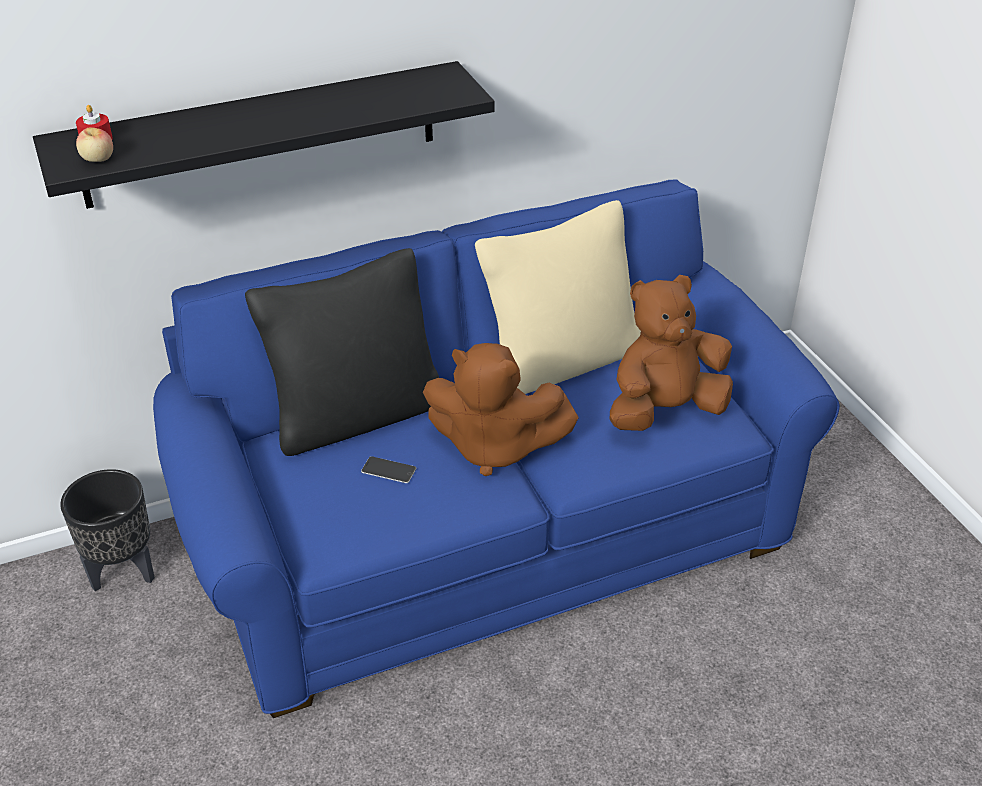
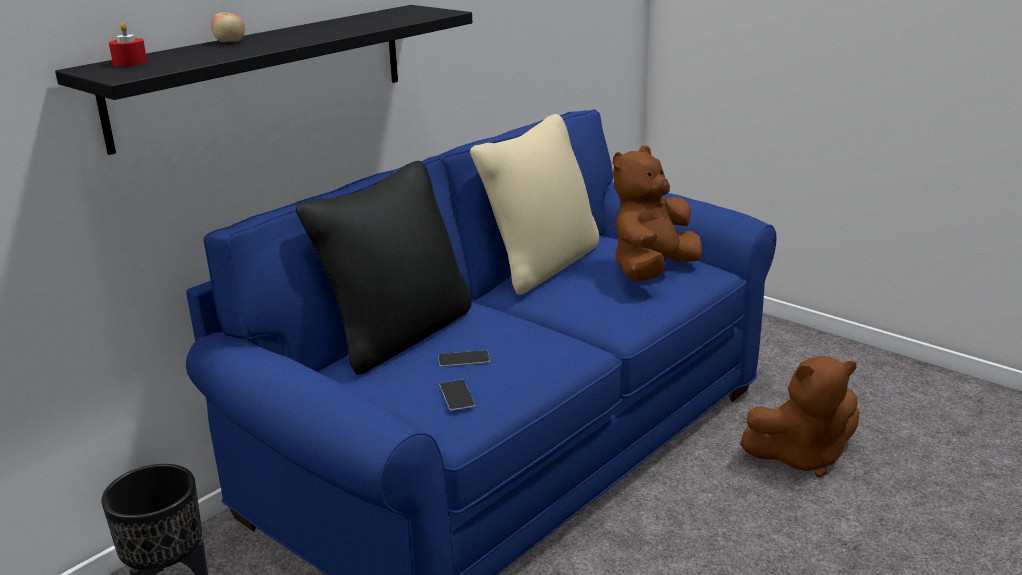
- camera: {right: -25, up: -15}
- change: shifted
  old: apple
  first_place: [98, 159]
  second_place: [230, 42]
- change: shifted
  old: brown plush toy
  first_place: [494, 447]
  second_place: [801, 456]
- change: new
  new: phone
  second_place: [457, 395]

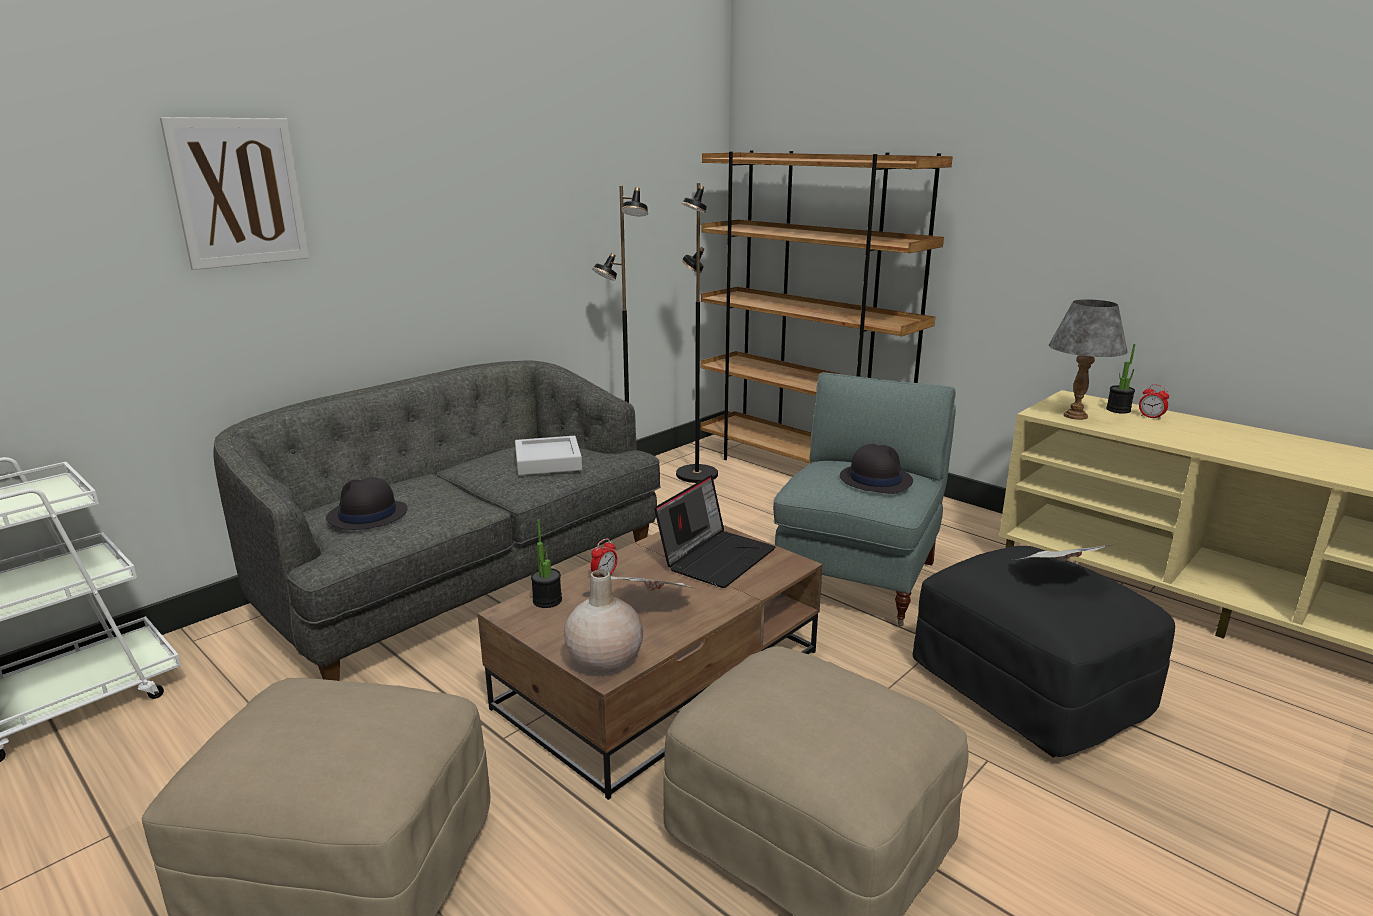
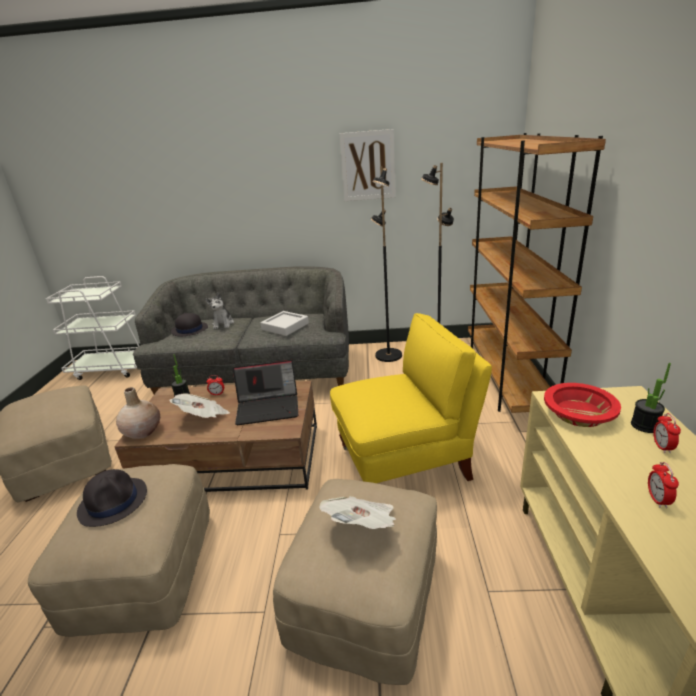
- camera: {right: 50, up: 5}
- change: shifted
  old: picture
  first_place: [238, 192]
  second_place: [368, 166]
- change: repainted
  old: grey armchair
  new: yellow armchair
  first_place: [858, 579]
  second_place: [405, 463]
- change: shifted
  old: black hat
  first_place: [875, 479]
  second_place: [114, 501]
- change: repainted
  old: black ottoman
  new: beige ottoman
  first_place: [1030, 689]
  second_place: [366, 598]
- change: swapped
  old: grey table lamp
  new: red bowl
  first_place: [1075, 416]
  second_place: [579, 413]
- change: new
  new: plush toy
  second_place: [223, 324]
- change: new
  new: alarm clock
  second_place: [657, 500]

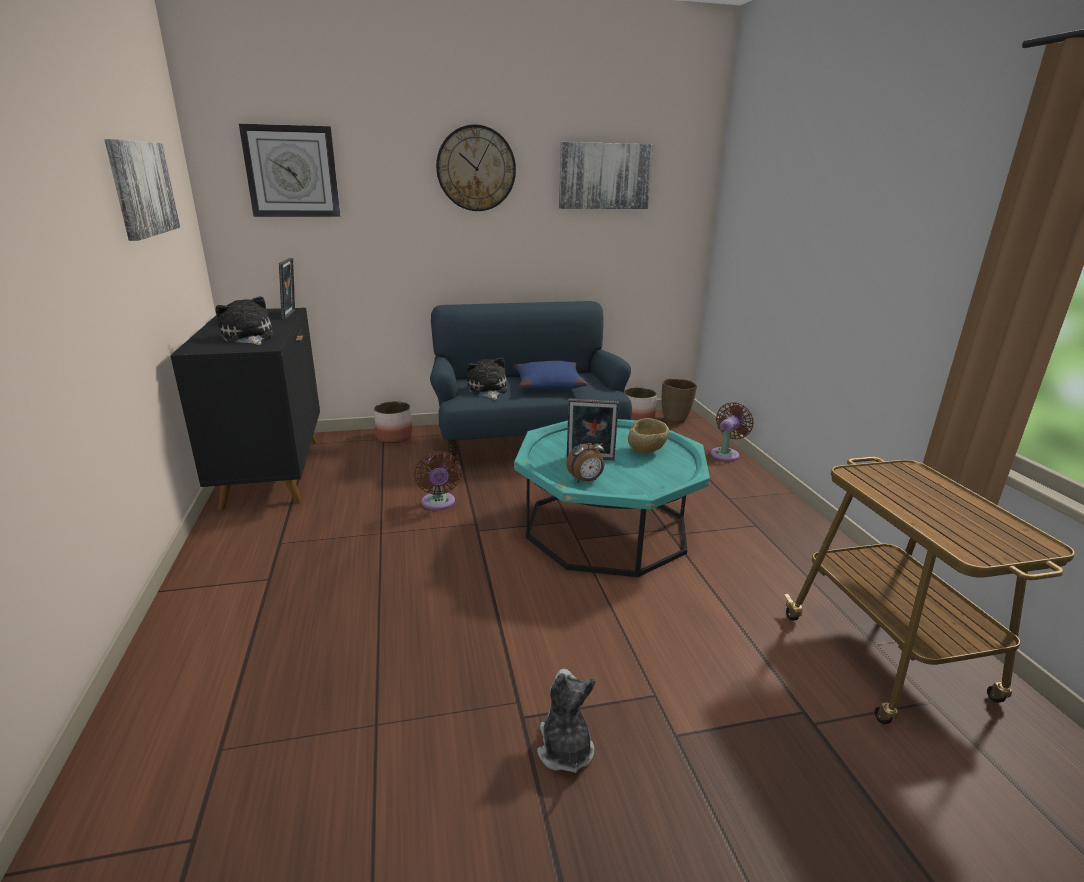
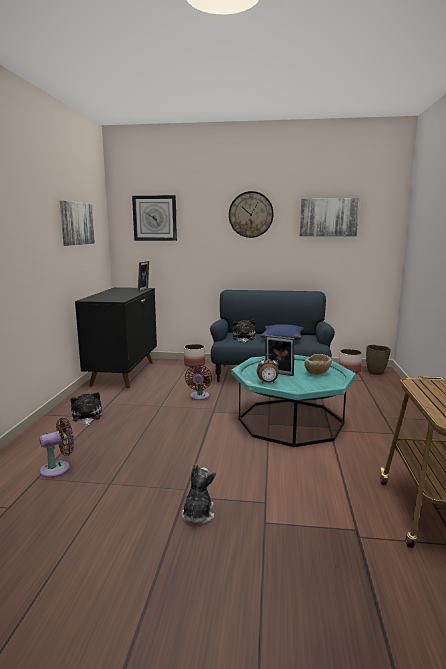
- camera: {right: 20, up: -10}
- change: shifted
  old: plush toy
  first_place: [248, 337]
  second_place: [86, 416]
- change: shifted
  old: brown fan
  first_place: [726, 453]
  second_place: [58, 468]

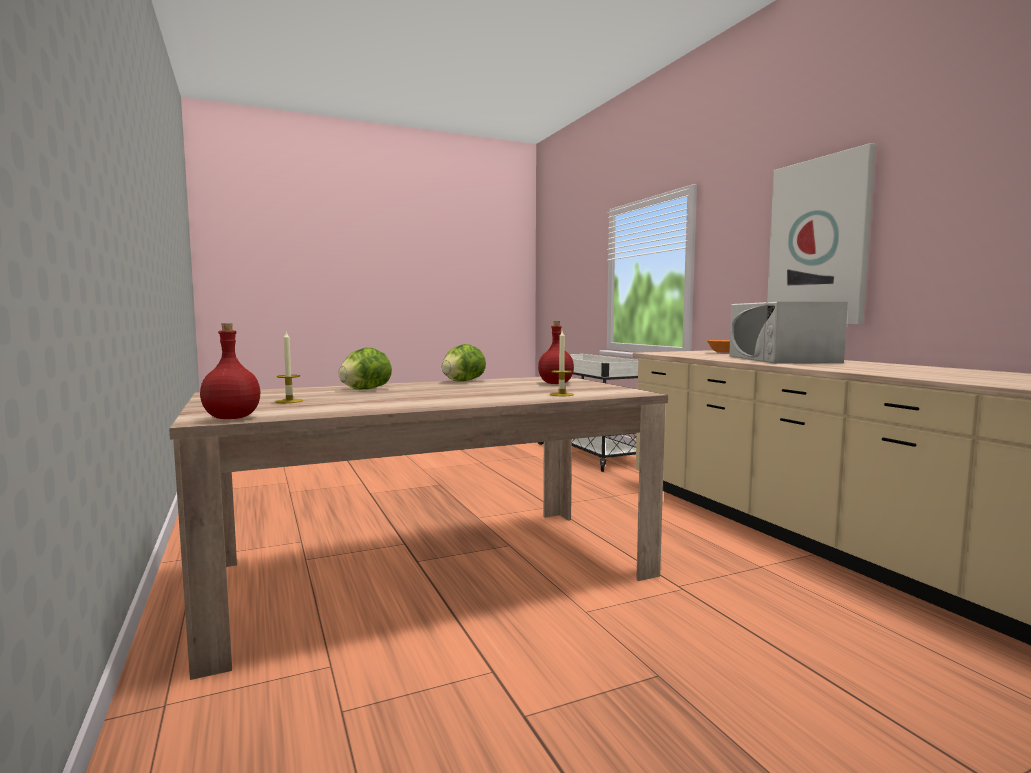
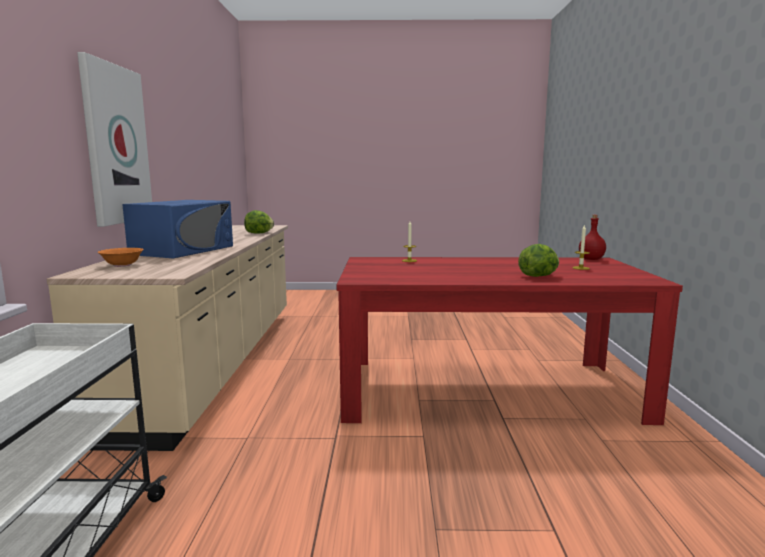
- camera: {right: -155, up: 5}
- change: repainted
  old: beige dining table
  new: red dining table
  first_place: [430, 572]
  second_place: [486, 390]
- change: shifted
  old: lettuce
  first_place: [462, 381]
  second_place: [259, 233]
- change: gone
  old: red bottle
  first_place: [556, 383]
- change: repainted
  old: white microwave
  new: blue microwave
  first_place: [782, 359]
  second_place: [183, 250]

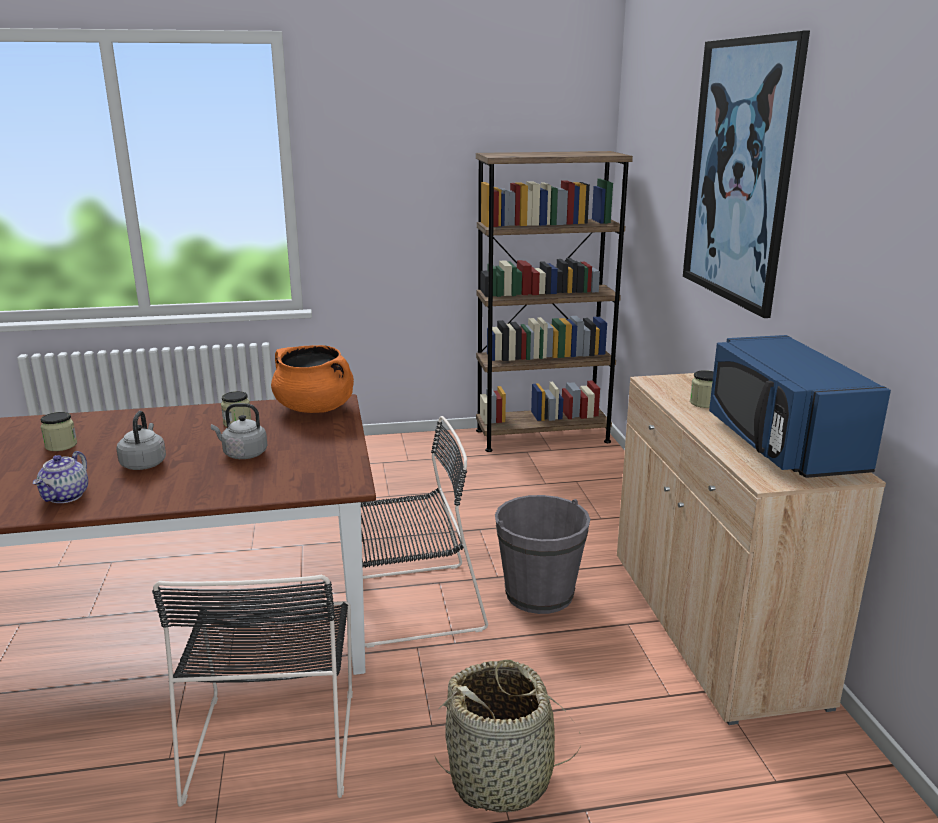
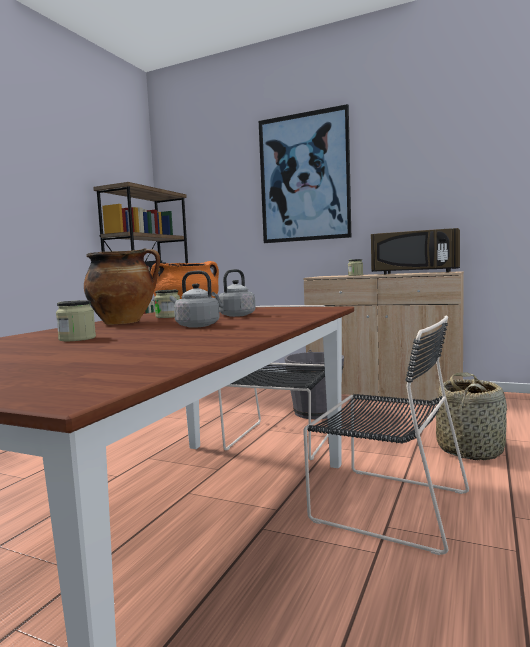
- camera: {right: -55, up: -15}
- change: gone
  old: teapot
  first_place: [66, 496]
- change: repainted
  old: blue microwave
  new: brown microwave
  first_place: [780, 444]
  second_place: [415, 273]
- change: new
  new: cooking pot
  second_place: [124, 322]

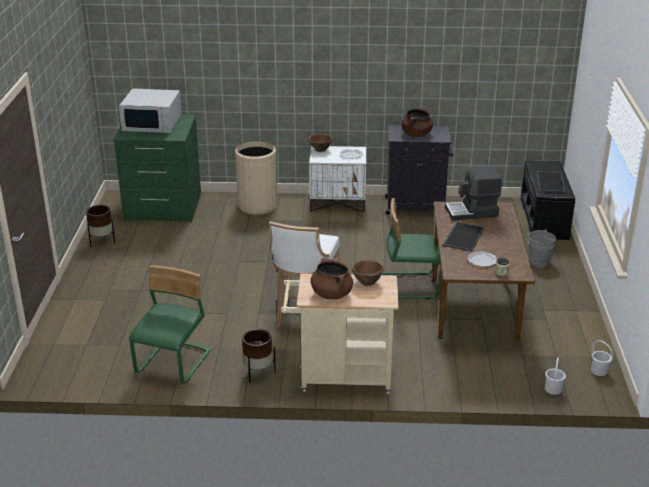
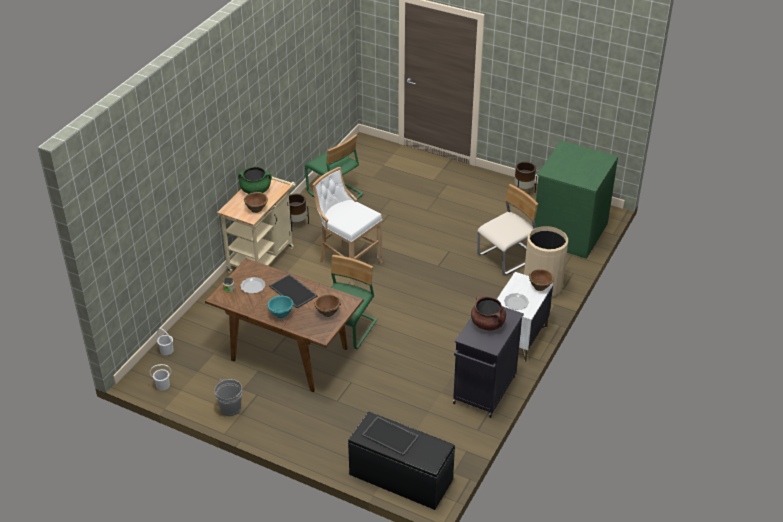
- camera: {right: 115, up: 10}
- change: gone
  old: white microwave
  first_place: [153, 124]
- change: repainted
  old: brown cooking pot
  new: green cooking pot
  first_place: [331, 294]
  second_place: [256, 190]
- change: swapped
  old: coffee machine
  new: brown bowl
  first_place: [472, 212]
  second_place: [327, 312]
- change: shifted
  old: grey bucket
  first_place: [539, 261]
  second_place: [230, 408]
- change: new
  new: turquoise bowl
  second_place: [281, 314]
- change: new
  new: beige chair
  second_place: [507, 258]

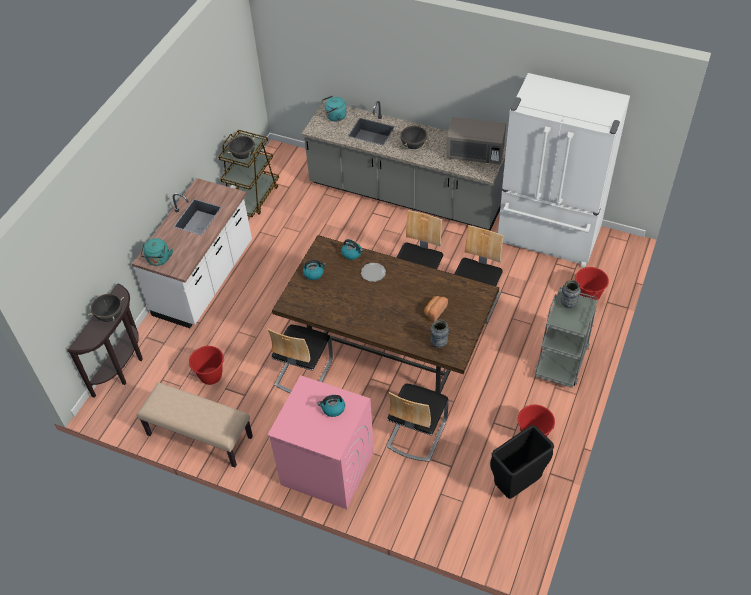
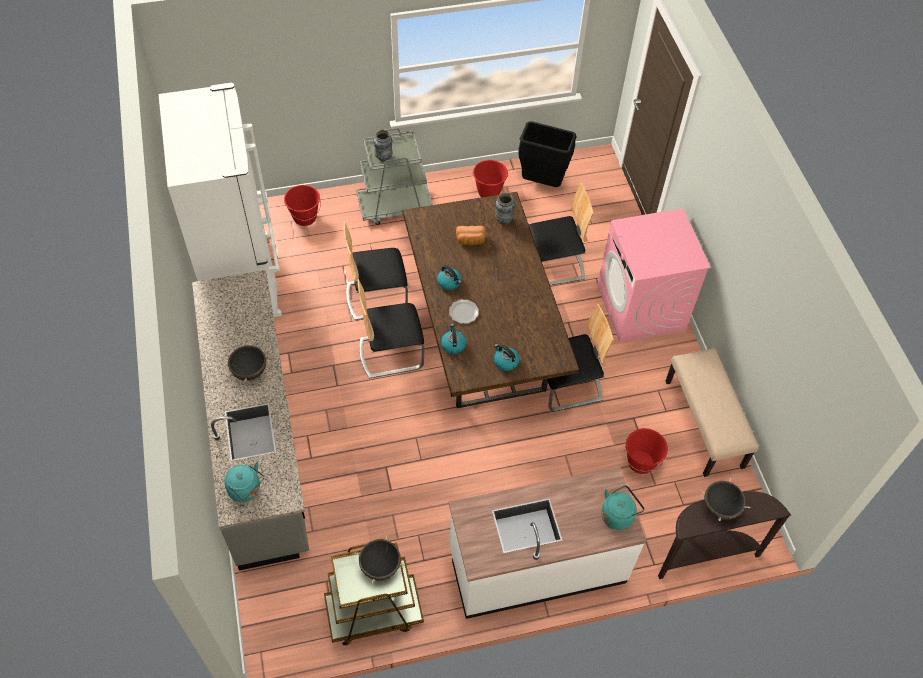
- camera: {right: -130, up: 5}
- change: shifted
  old: kettle
  first_place: [333, 408]
  second_place: [449, 282]
- change: gone
  old: grey microwave
  first_place: [475, 153]

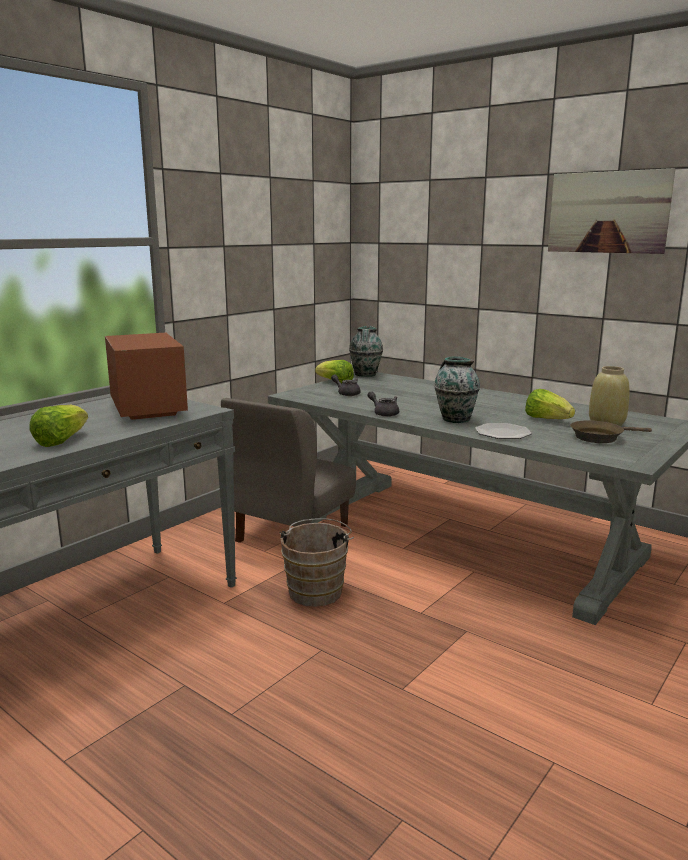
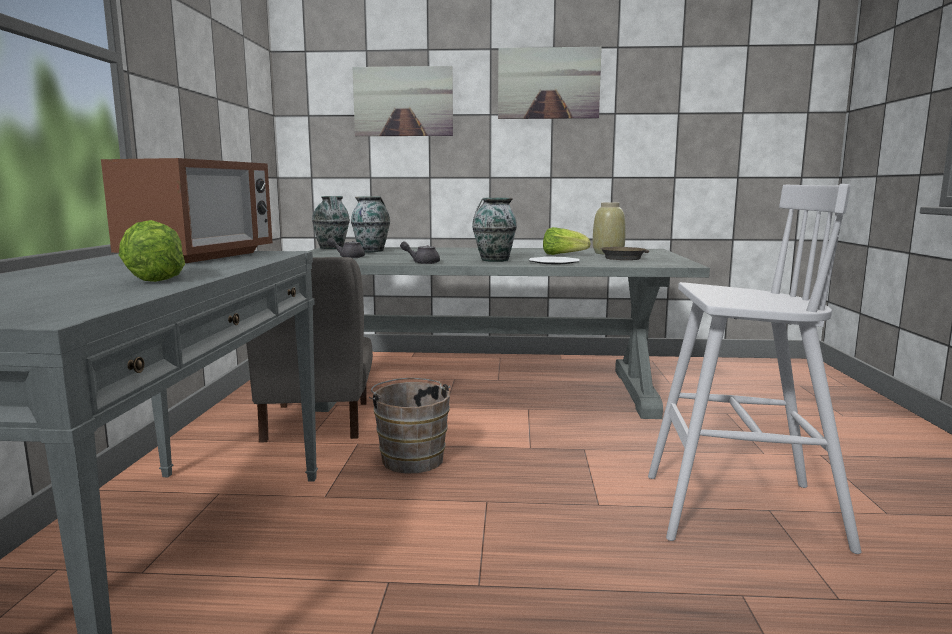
- camera: {right: -35, up: -5}
- change: rotated
  old: microwave
  first_place: [148, 408]
  second_place: [199, 256]
  degrees: 75
- change: gone
  old: lettuce
  first_place: [335, 383]
- change: new
  new: vase
  second_place: [372, 251]
- change: new
  new: picture
  second_place: [403, 101]
- change: new
  new: white stool
  second_place: [737, 511]

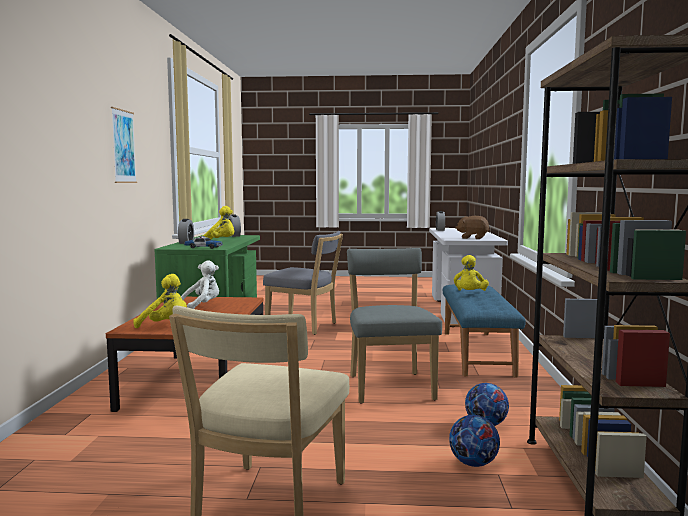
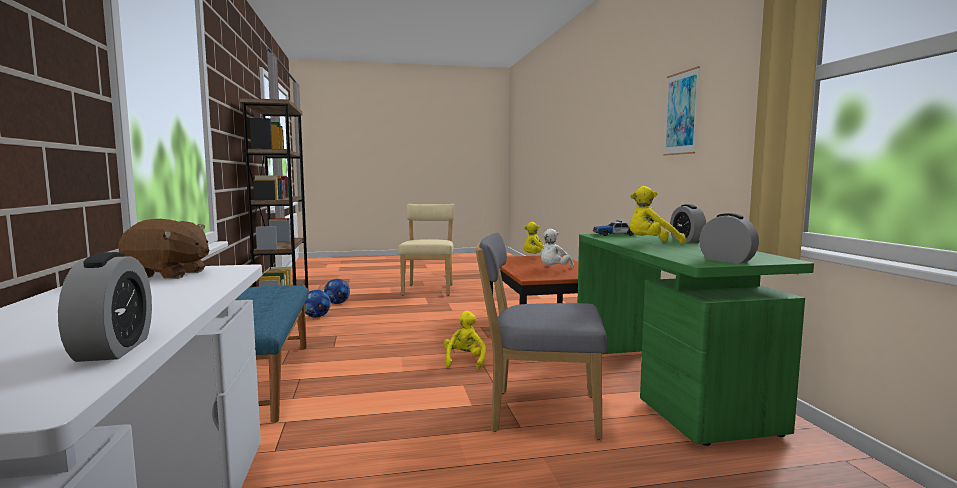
- camera: {right: 165, up: 0}
- change: gone
  old: grey chair
  first_place: [390, 386]
- change: shifted
  old: yellow plush toy
  first_place: [470, 294]
  second_place: [465, 361]

